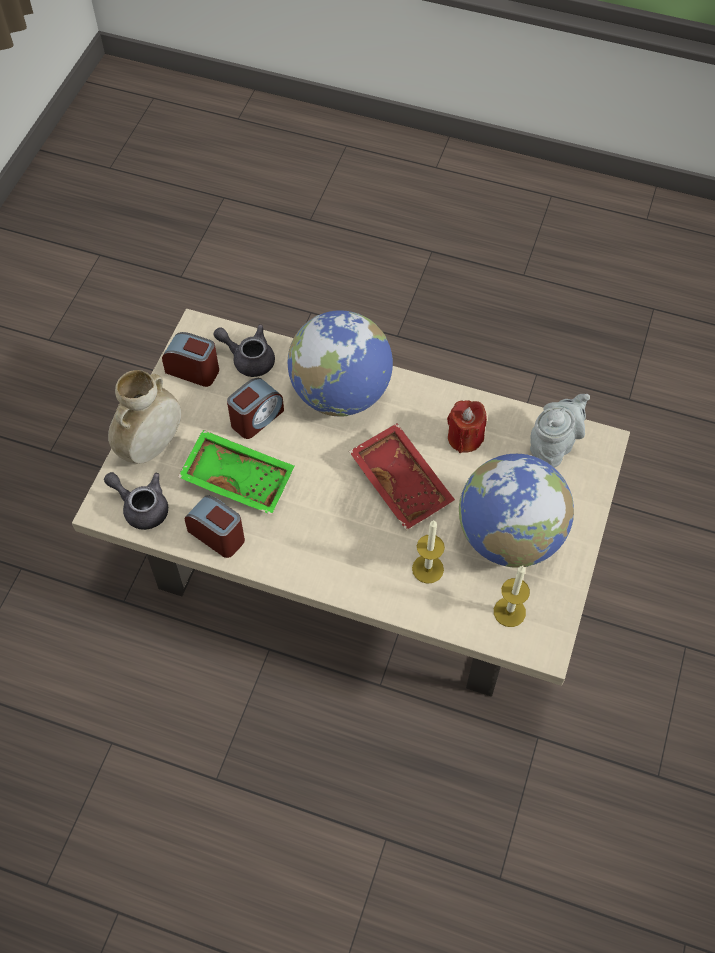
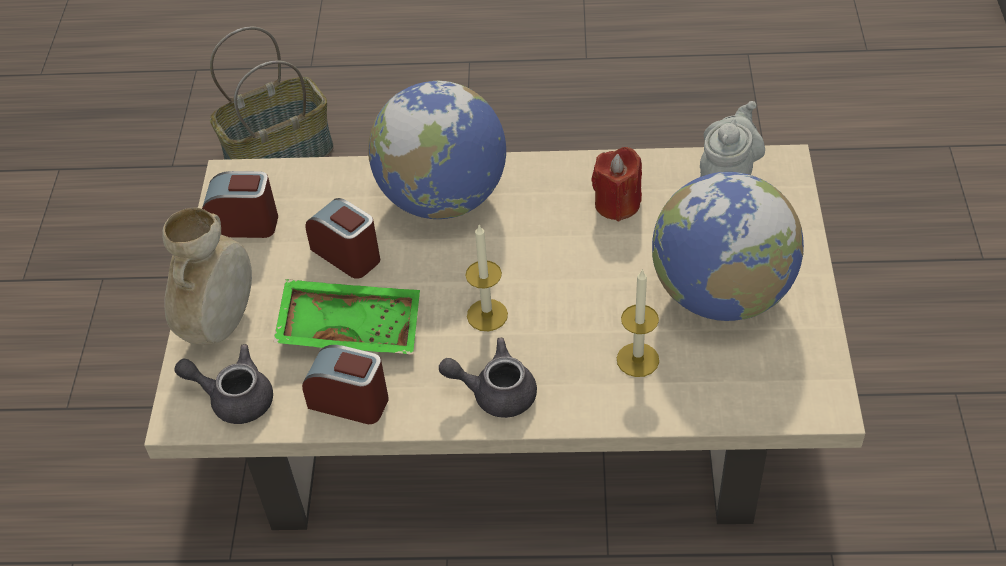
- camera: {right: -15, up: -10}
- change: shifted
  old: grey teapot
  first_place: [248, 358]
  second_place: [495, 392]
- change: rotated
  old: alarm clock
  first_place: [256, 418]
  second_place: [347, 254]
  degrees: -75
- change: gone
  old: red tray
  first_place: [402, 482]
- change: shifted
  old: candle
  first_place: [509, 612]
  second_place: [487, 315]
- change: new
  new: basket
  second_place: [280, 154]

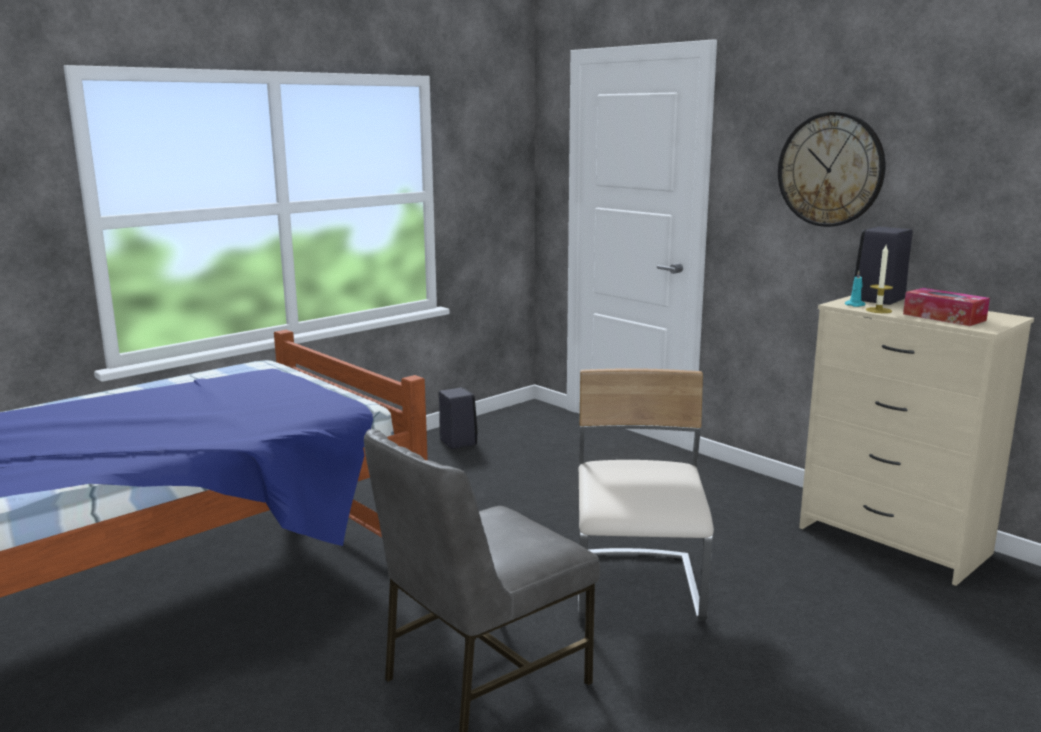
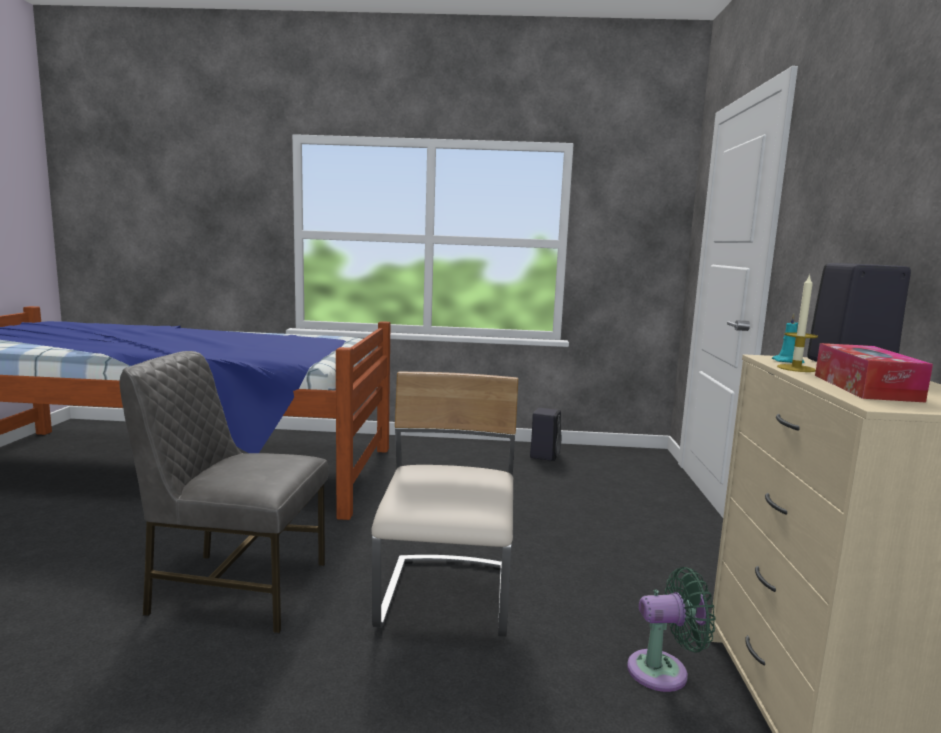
- camera: {right: 45, up: -5}
- change: rotated
  old: beige chair
  first_place: [638, 590]
  second_place: [448, 599]
  degrees: -45
- change: gone
  old: wall clock
  first_place: [830, 169]
- change: new
  new: green fan
  second_place: [664, 671]

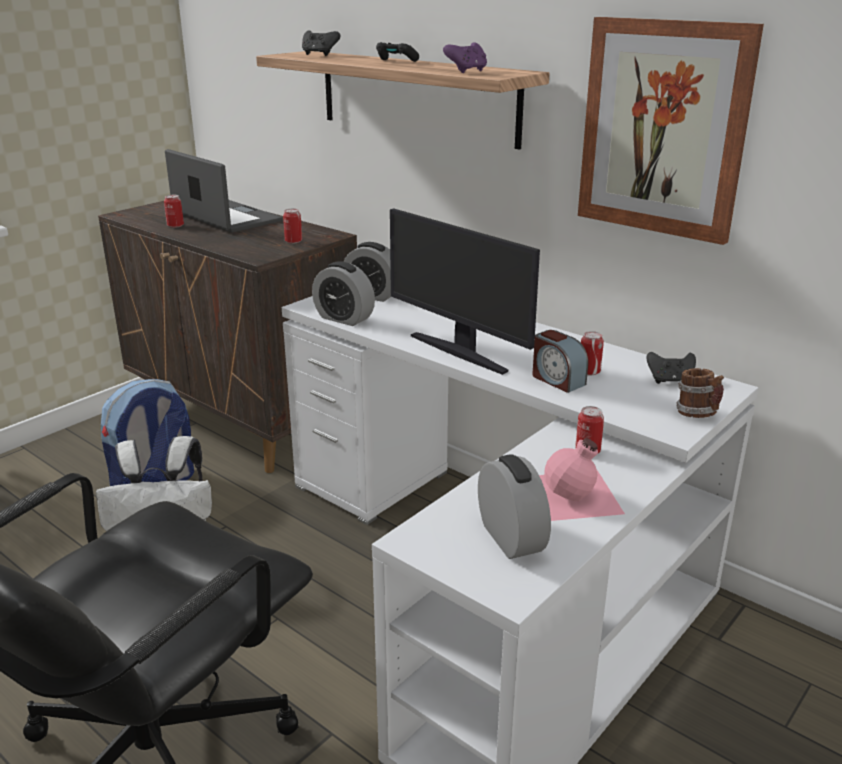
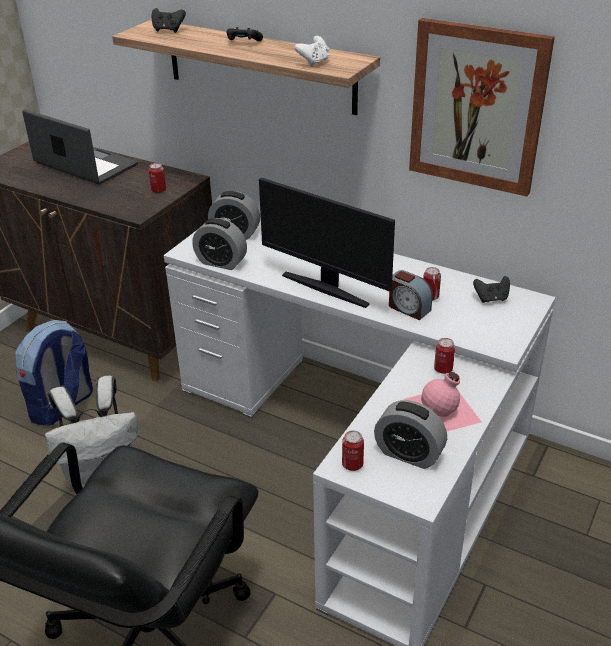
- camera: {right: -10, up: 10}
- change: shifted
  old: can
  first_place: [175, 226]
  second_place: [352, 464]
- change: repainted
  old: purple game controller
  new: white game controller
  first_place: [467, 71]
  second_place: [314, 62]
- change: rotated
  old: alarm clock
  first_place: [510, 538]
  second_place: [408, 454]
  degrees: 150
- change: gone
  old: mug
  first_place: [698, 414]

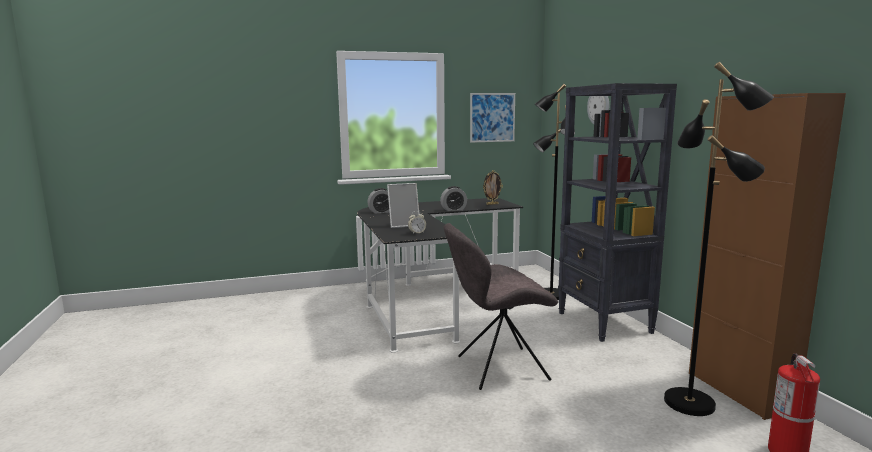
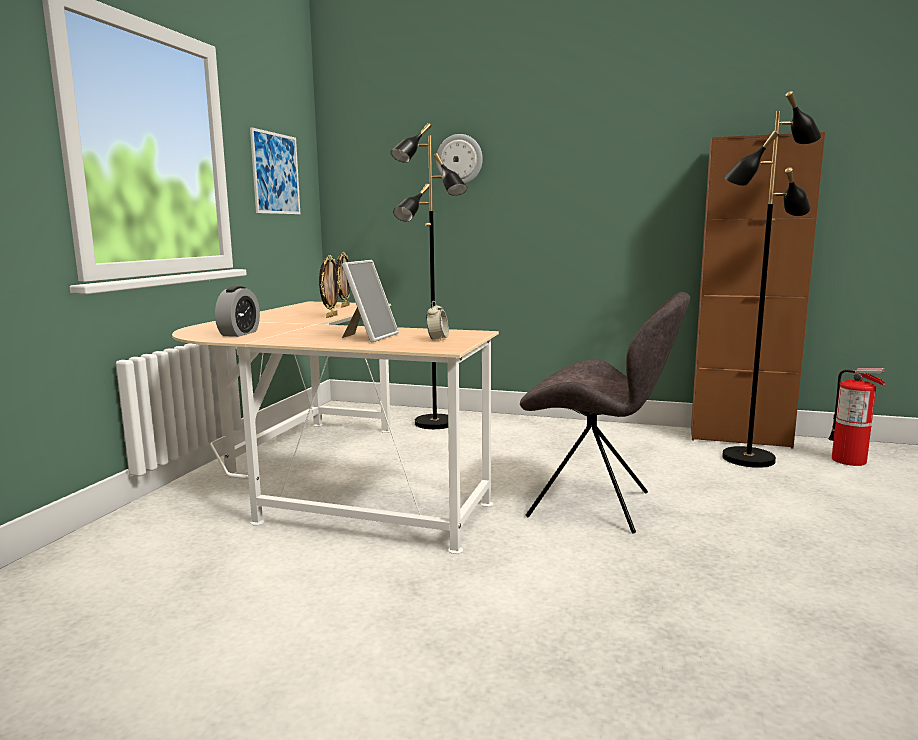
- camera: {right: -55, up: 0}
- change: repainted
  old: black desk
  new: beige desk
  first_place: [430, 302]
  second_place: [328, 480]
- change: swapped
  old: alarm clock
  new: picture frame
  first_place: [453, 209]
  second_place: [331, 316]
- change: rotated
  old: grey chair
  first_place: [498, 368]
  second_place: [594, 505]
  degrees: -90
- change: gone
  old: black bookcase
  first_place: [604, 323]

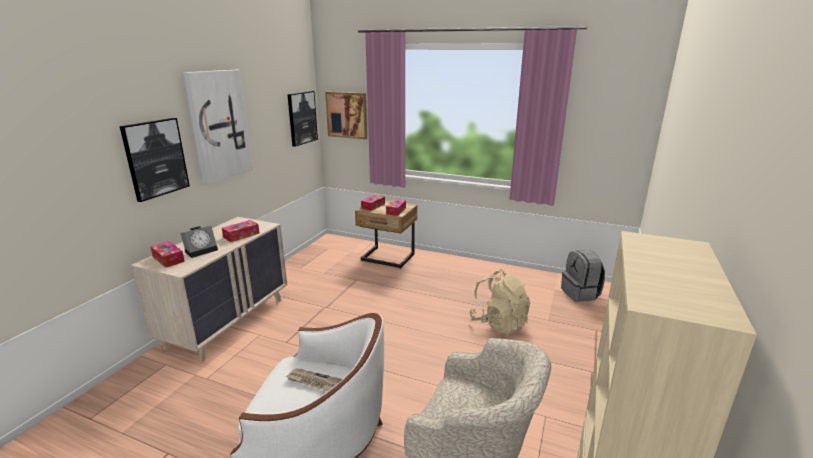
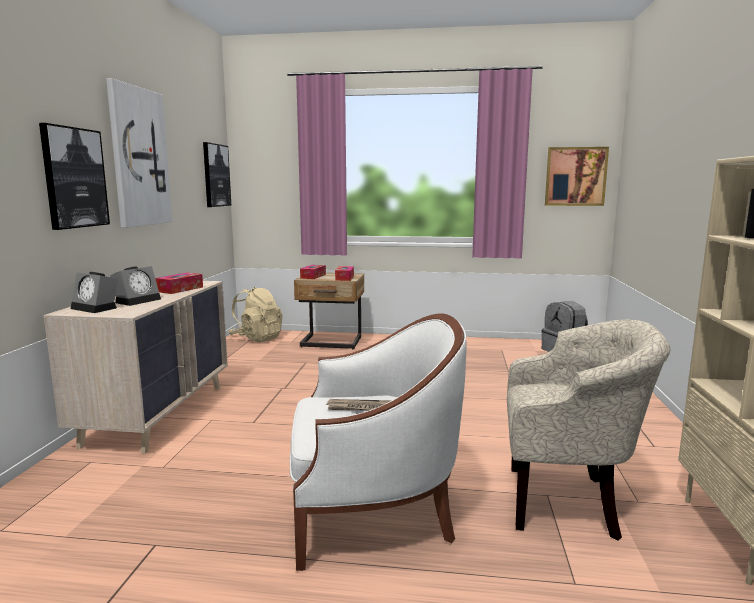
- camera: {right: -15, up: -10}
- change: swapped
  old: tissue box
  new: alarm clock
  first_place: [168, 259]
  second_place: [96, 308]
- change: shifted
  old: picture
  first_place: [347, 115]
  second_place: [575, 176]
- change: shifted
  old: beige backpack
  first_place: [498, 323]
  second_place: [257, 338]

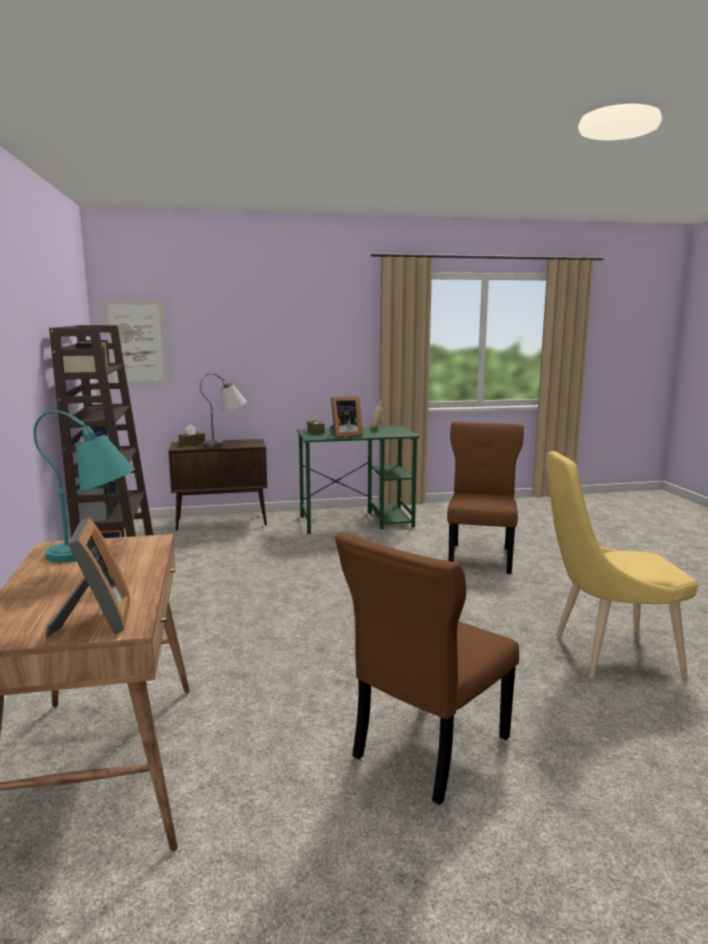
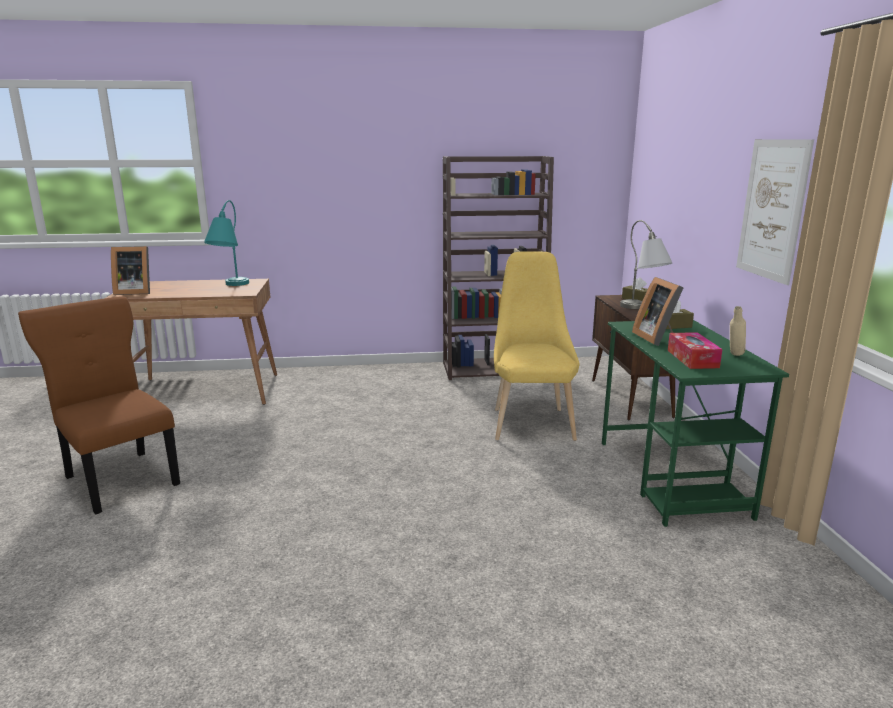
- camera: {right: 95, up: 5}
- change: shifted
  old: picture
  first_place: [136, 342]
  second_place: [772, 209]
- change: gone
  old: brown chair
  first_place: [481, 557]
- change: shifted
  old: yellow chair
  first_place: [607, 655]
  second_place: [531, 421]
- change: new
  new: tissue box
  second_place: [692, 359]

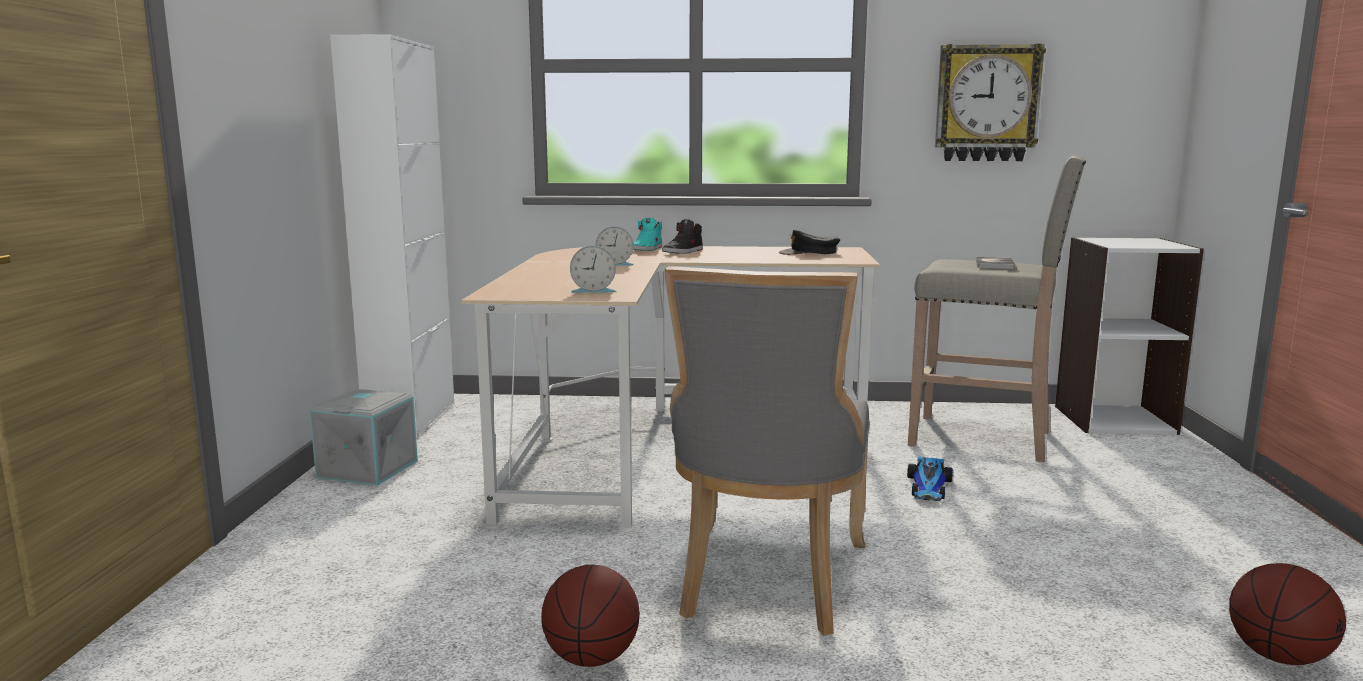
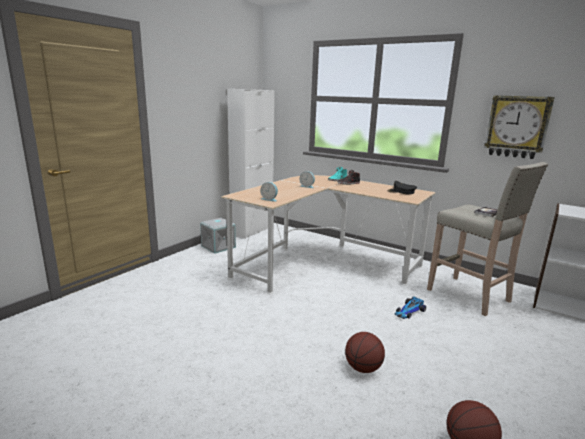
- camera: {right: 30, up: 5}
- change: shifted
  old: basketball
  first_place: [591, 658]
  second_place: [363, 368]
- change: gone
  old: grey chair
  first_place: [767, 582]

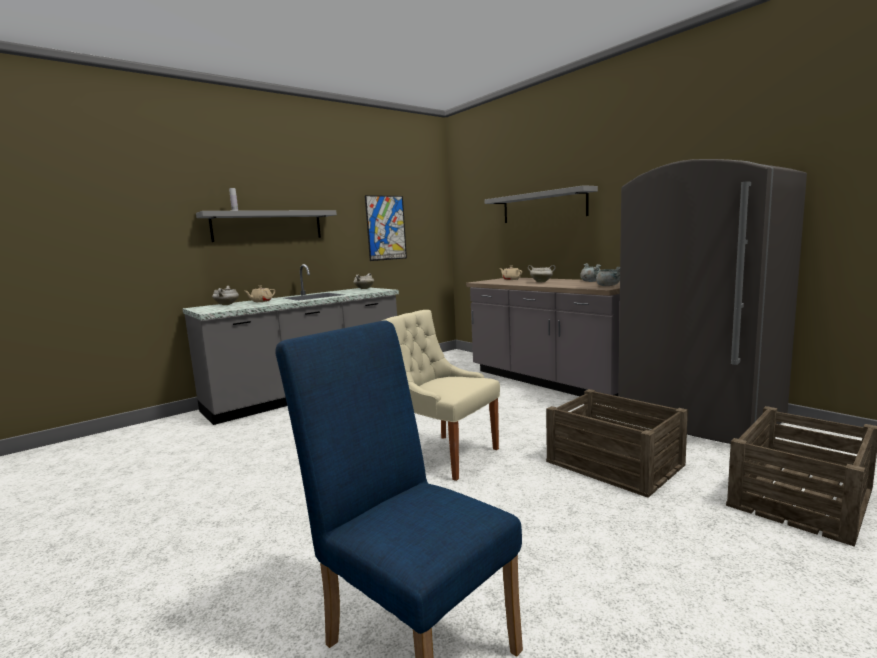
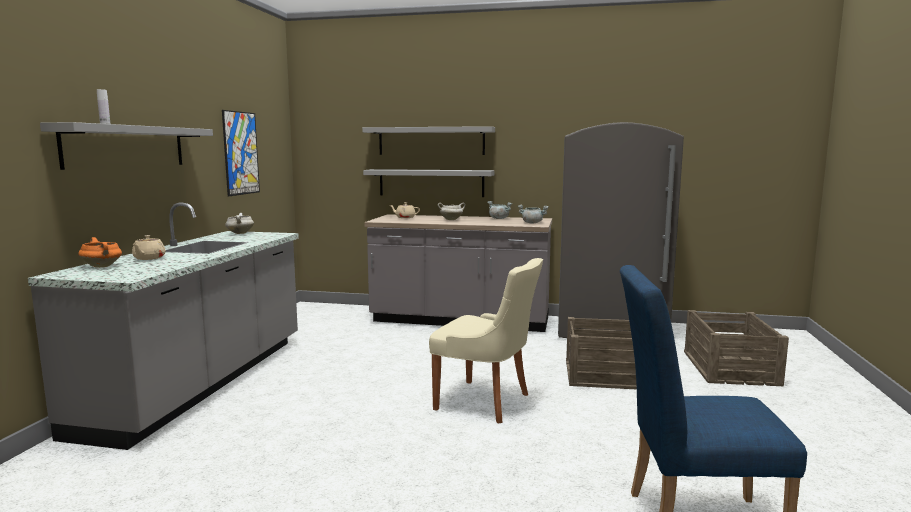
- camera: {right: -40, up: 0}
- change: repainted
  old: white cooking pot
  new: orange cooking pot
  first_place: [226, 304]
  second_place: [102, 266]
- change: rotated
  old: beige chair
  first_place: [446, 455]
  second_place: [486, 402]
  degrees: -150
- change: new
  new: grey shelf
  second_place: [431, 183]

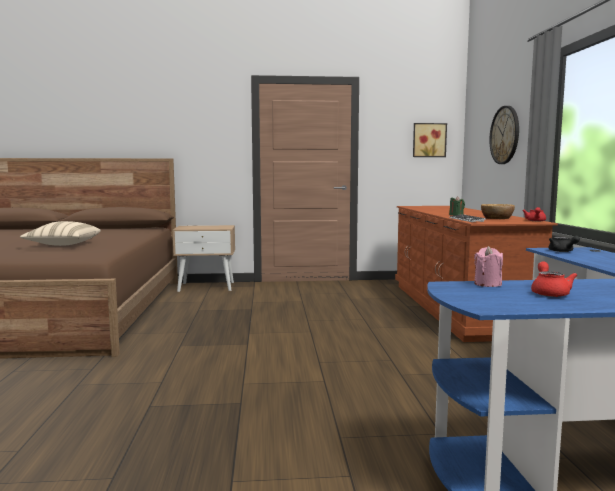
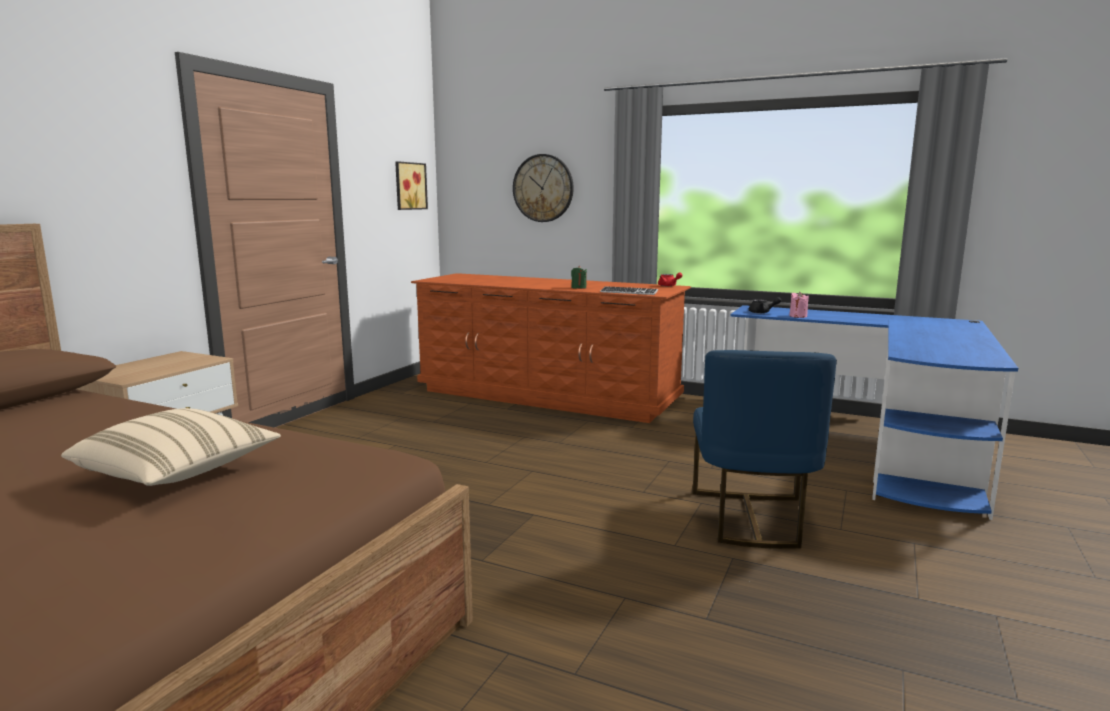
- camera: {right: -60, up: 5}
- change: shifted
  old: pink candle
  first_place: [487, 284]
  second_place: [798, 316]
- change: gone
  old: bowl
  first_place: [497, 218]
- change: gone
  old: red teapot
  first_place: [549, 293]
- change: new
  new: blue chair
  second_place: [750, 518]

